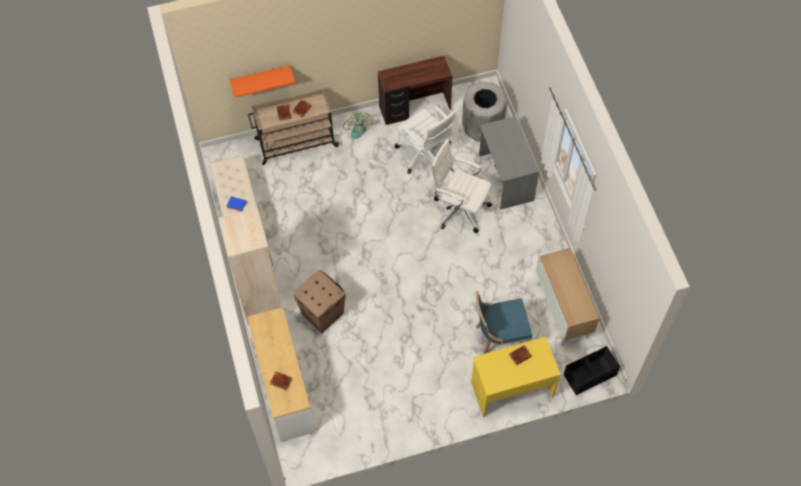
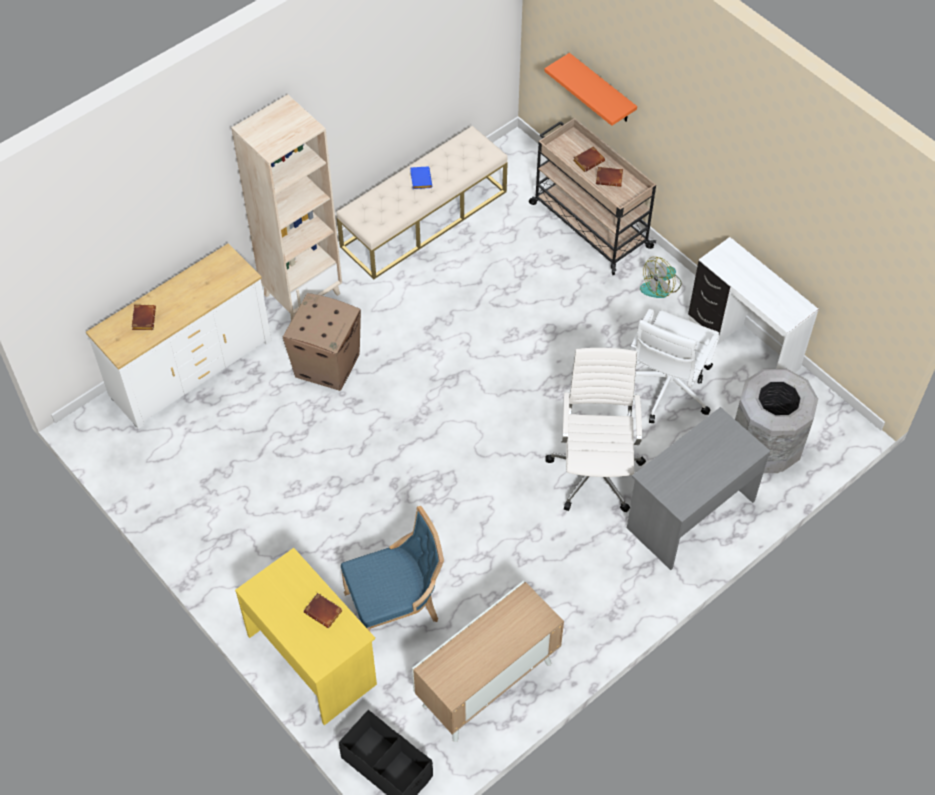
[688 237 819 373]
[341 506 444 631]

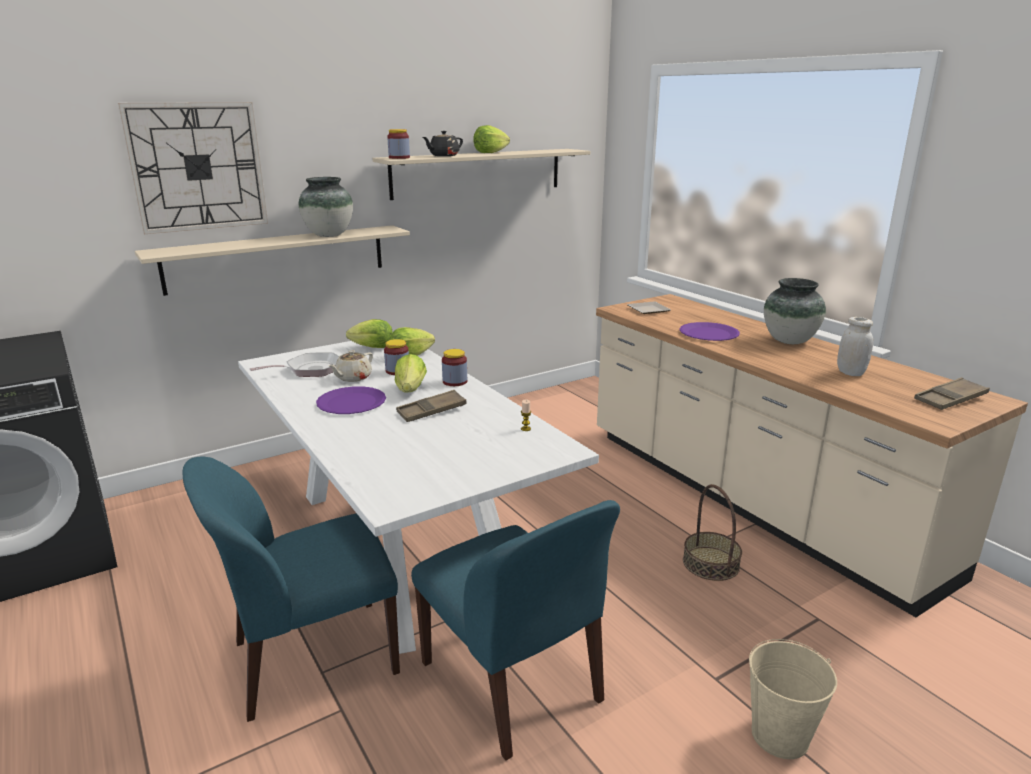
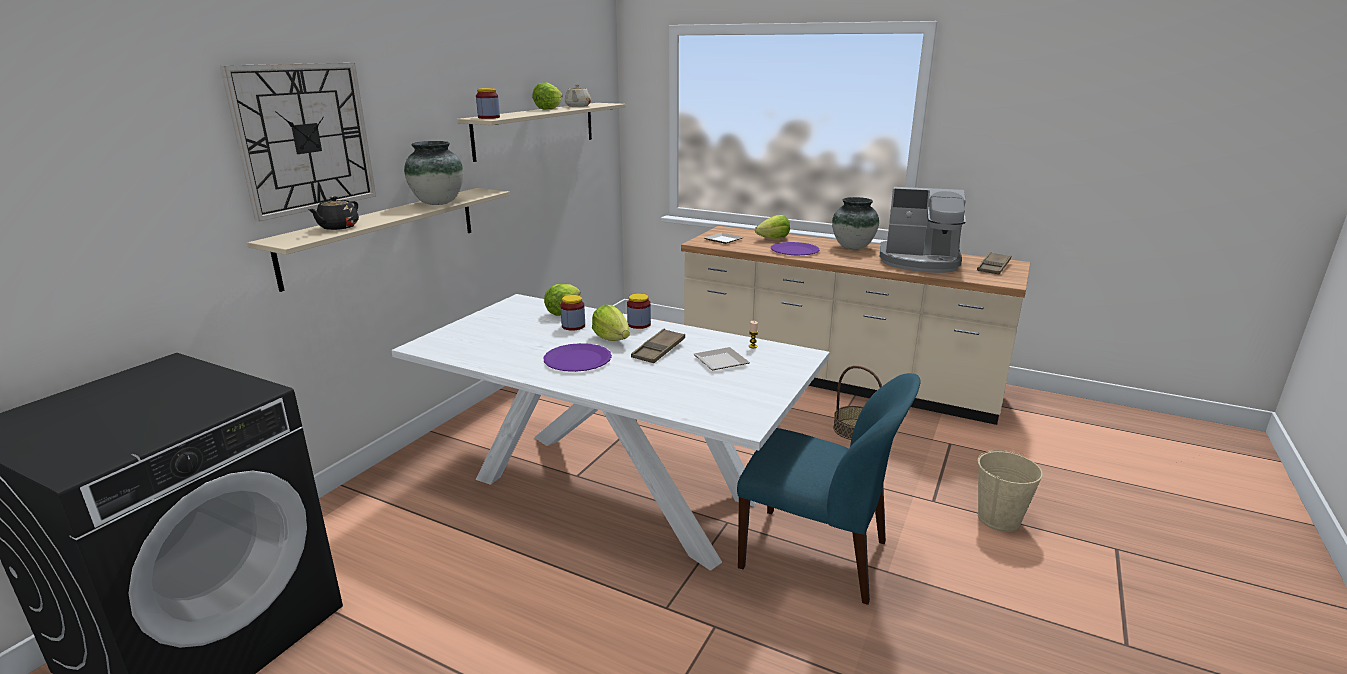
[183 456 400 722] (first image)
[250 352 339 377] (first image)
[565 84 591 107]
[755 215 790 239]
[308 196 359 230]
[880 187 966 273]
[694 347 750 370]

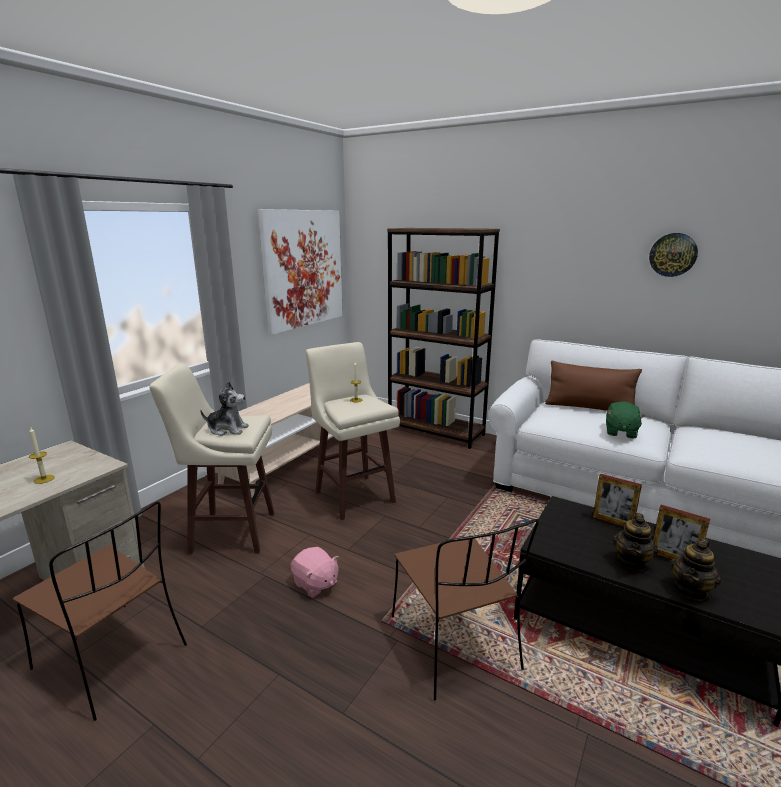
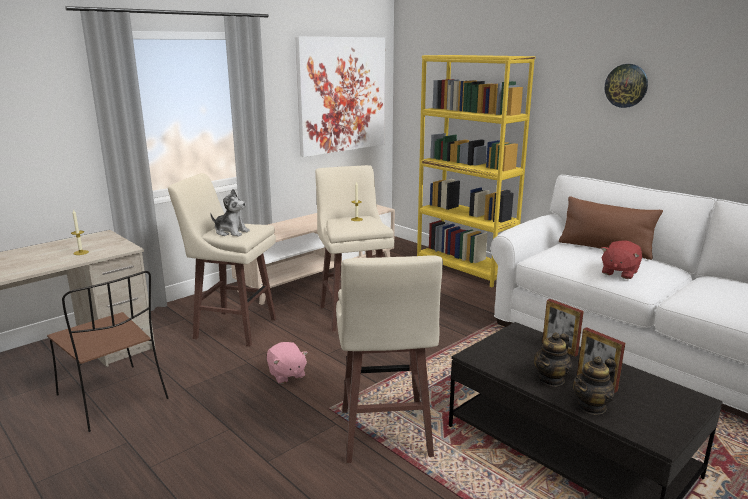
[417 55 536 287]
[336 255 443 463]
[601 241 642 279]
[605 64 648 108]

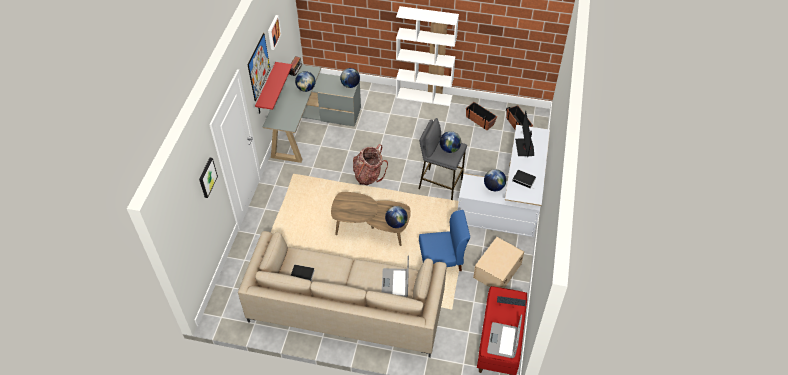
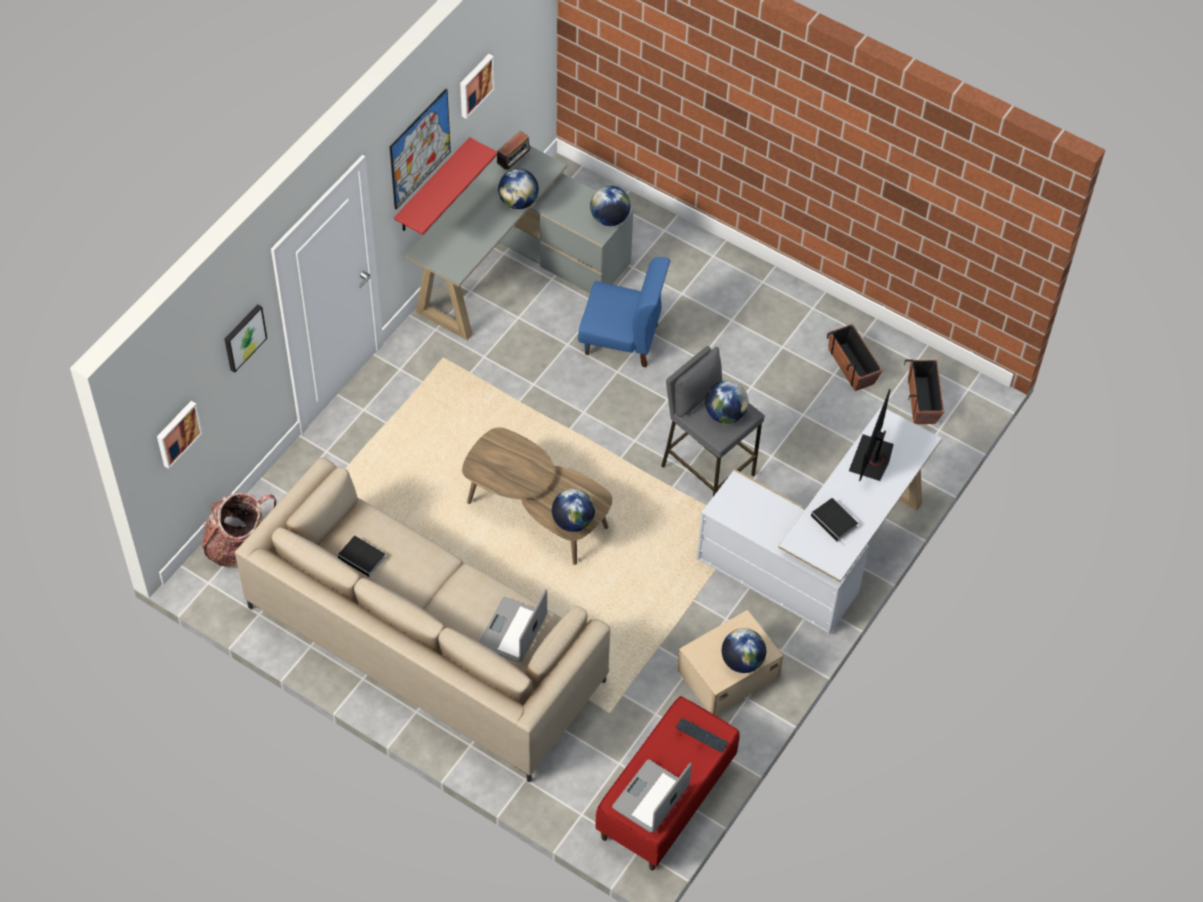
[201 493 276 567]
[396 6 459 106] (first image)
[578 257 670 367]
[722 628 766 673]
[157 401 203 469]

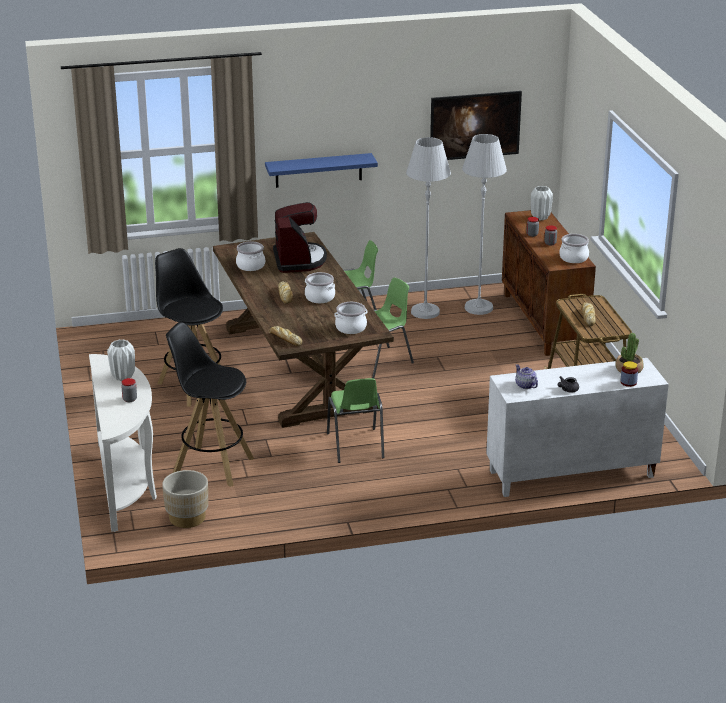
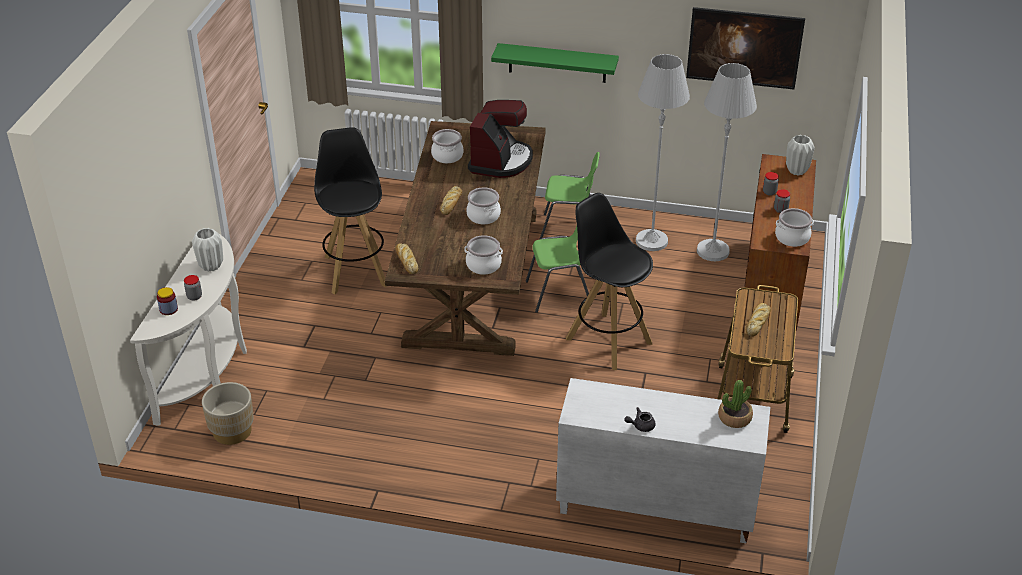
[566 193 653 370]
[491 43 619 83]
[327 378 384 463] (first image)
[515 364 538 389] (first image)
[157 287 178 315]

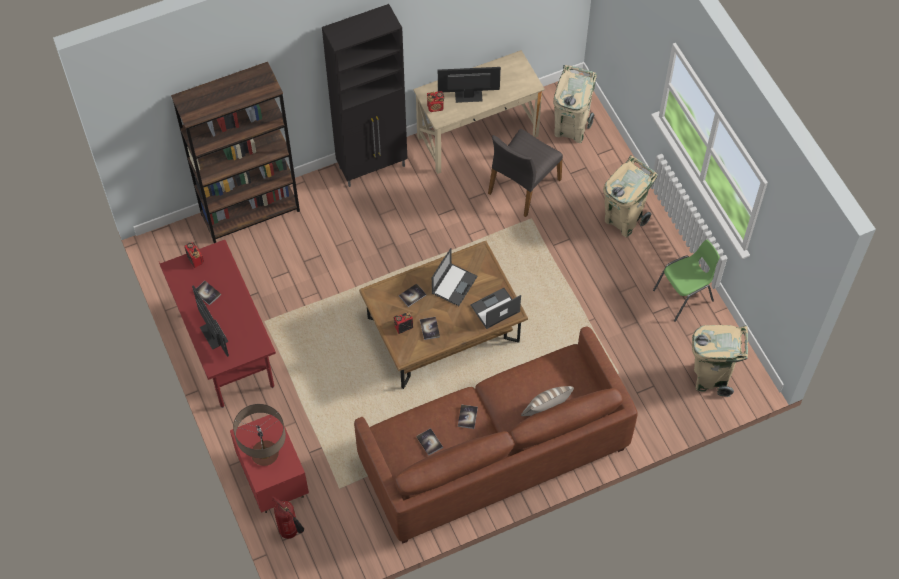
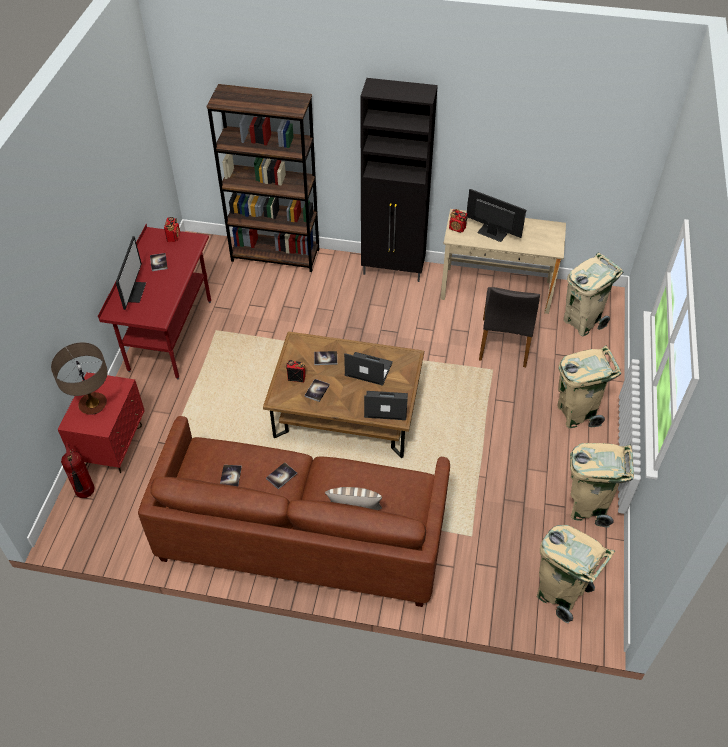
[344 352 393 386]
[479 287 540 367]
[570 443 634 528]

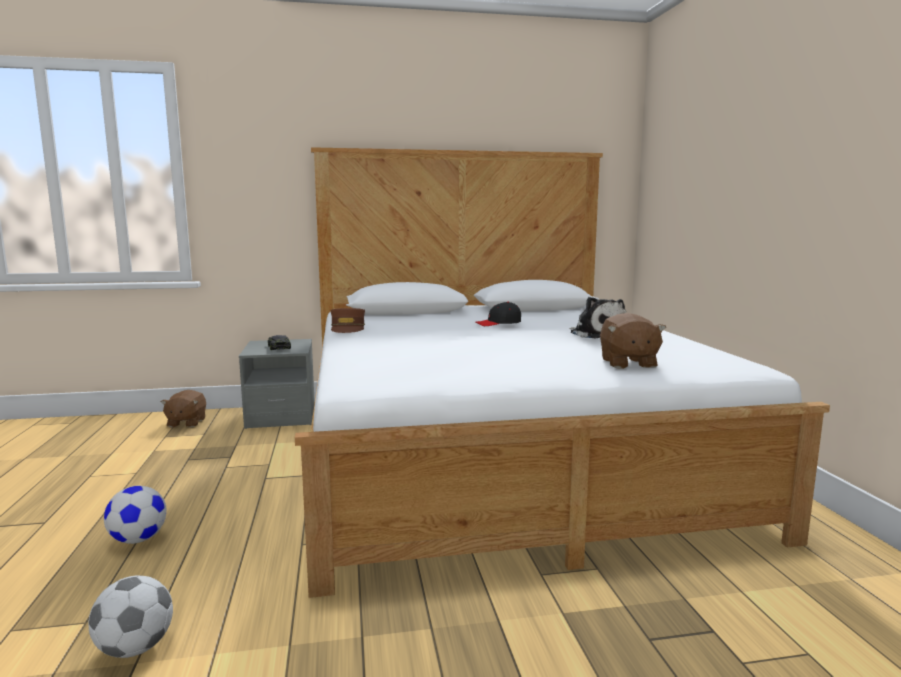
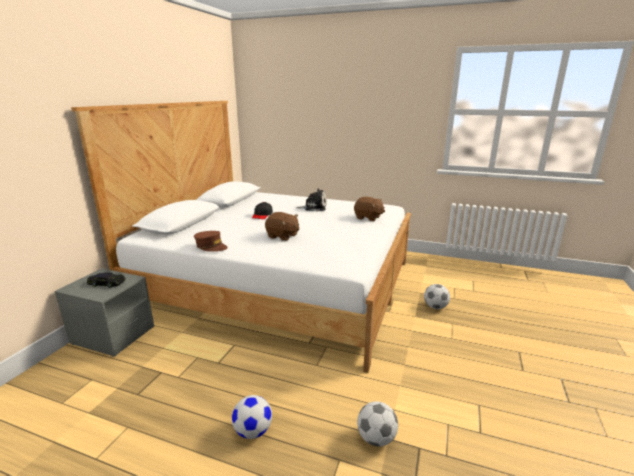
[265 212 299 241]
[424 284 450 309]

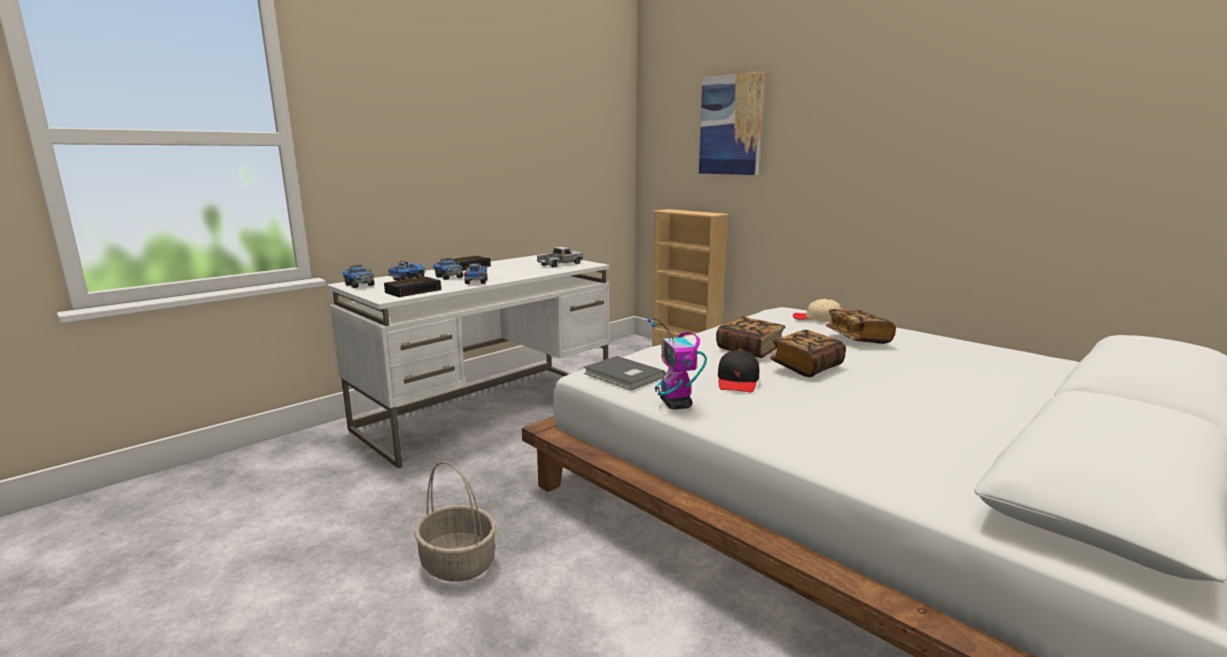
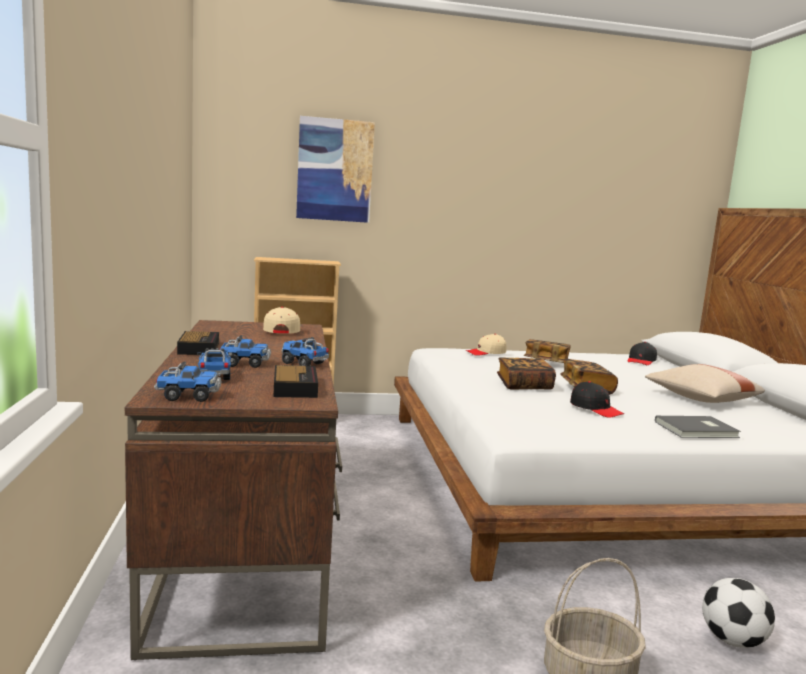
[125 320 342 660]
[263 307 300 334]
[655 416 741 438]
[647 318 707 409] (first image)
[627 342 657 365]
[645 364 765 403]
[702 578 775 648]

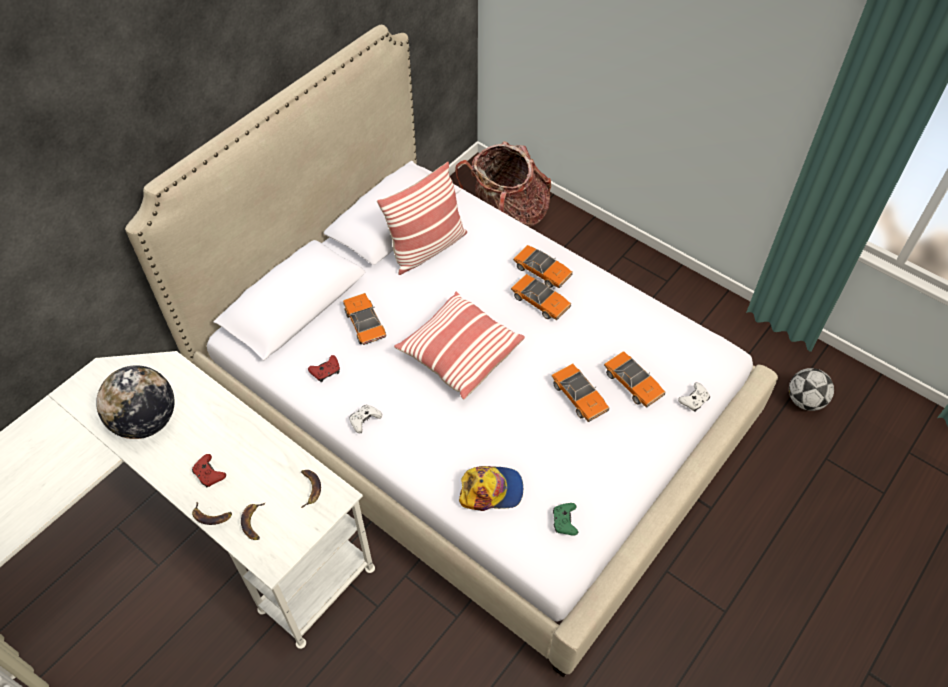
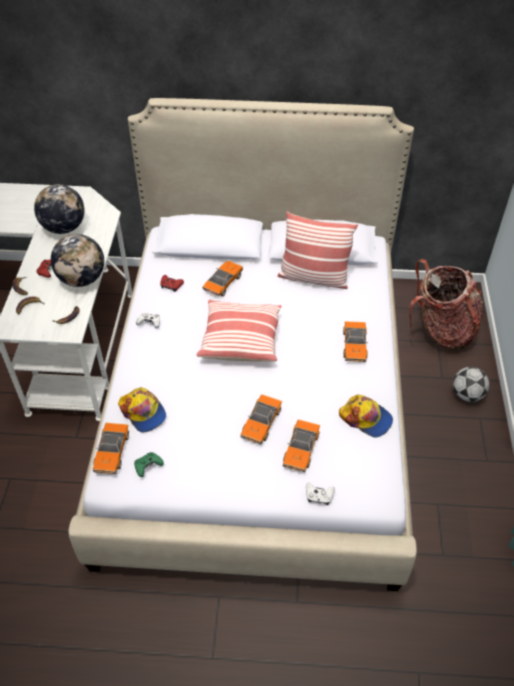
[93 423 129 474]
[453 367 489 402]
[51 234 104 287]
[339 394 393 438]

